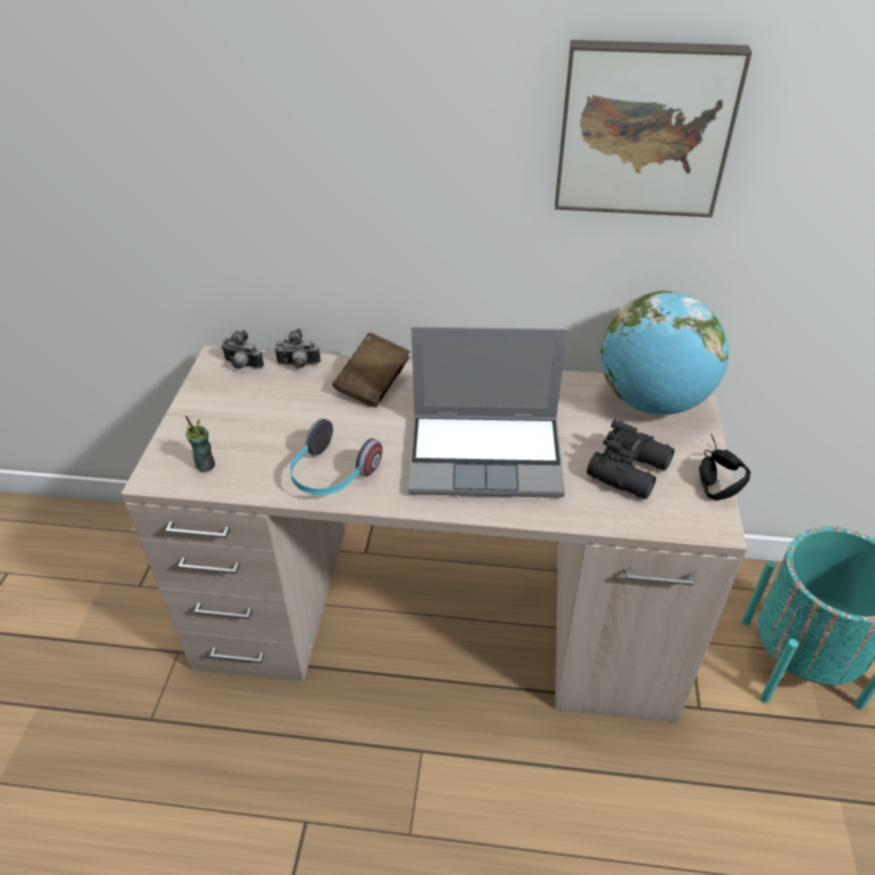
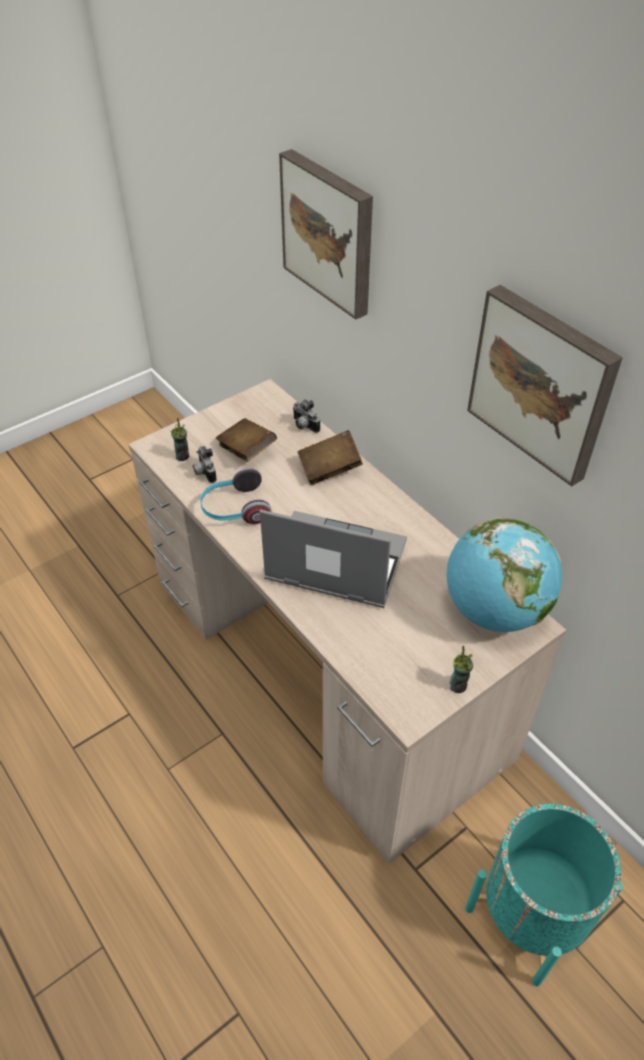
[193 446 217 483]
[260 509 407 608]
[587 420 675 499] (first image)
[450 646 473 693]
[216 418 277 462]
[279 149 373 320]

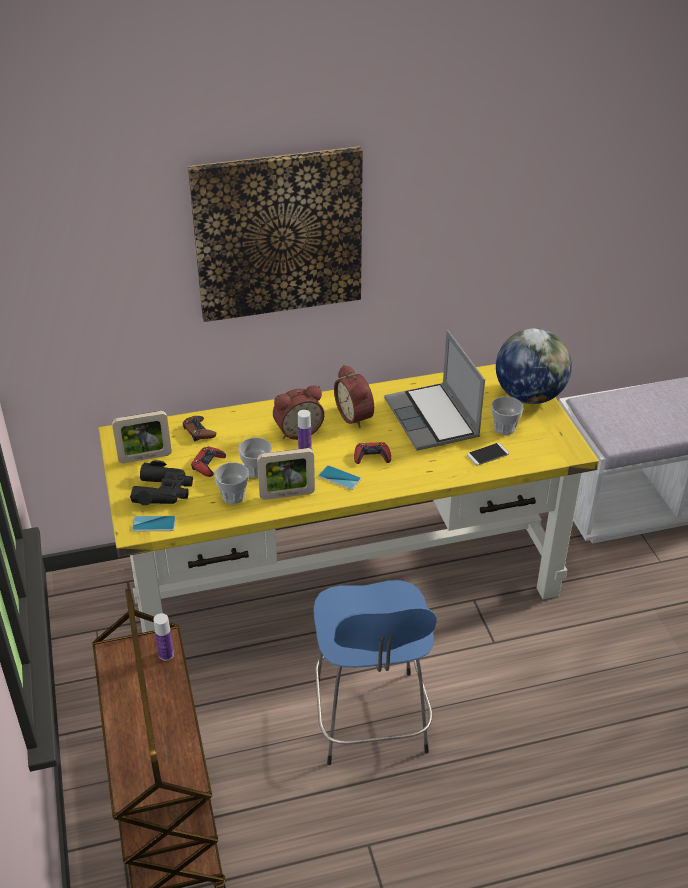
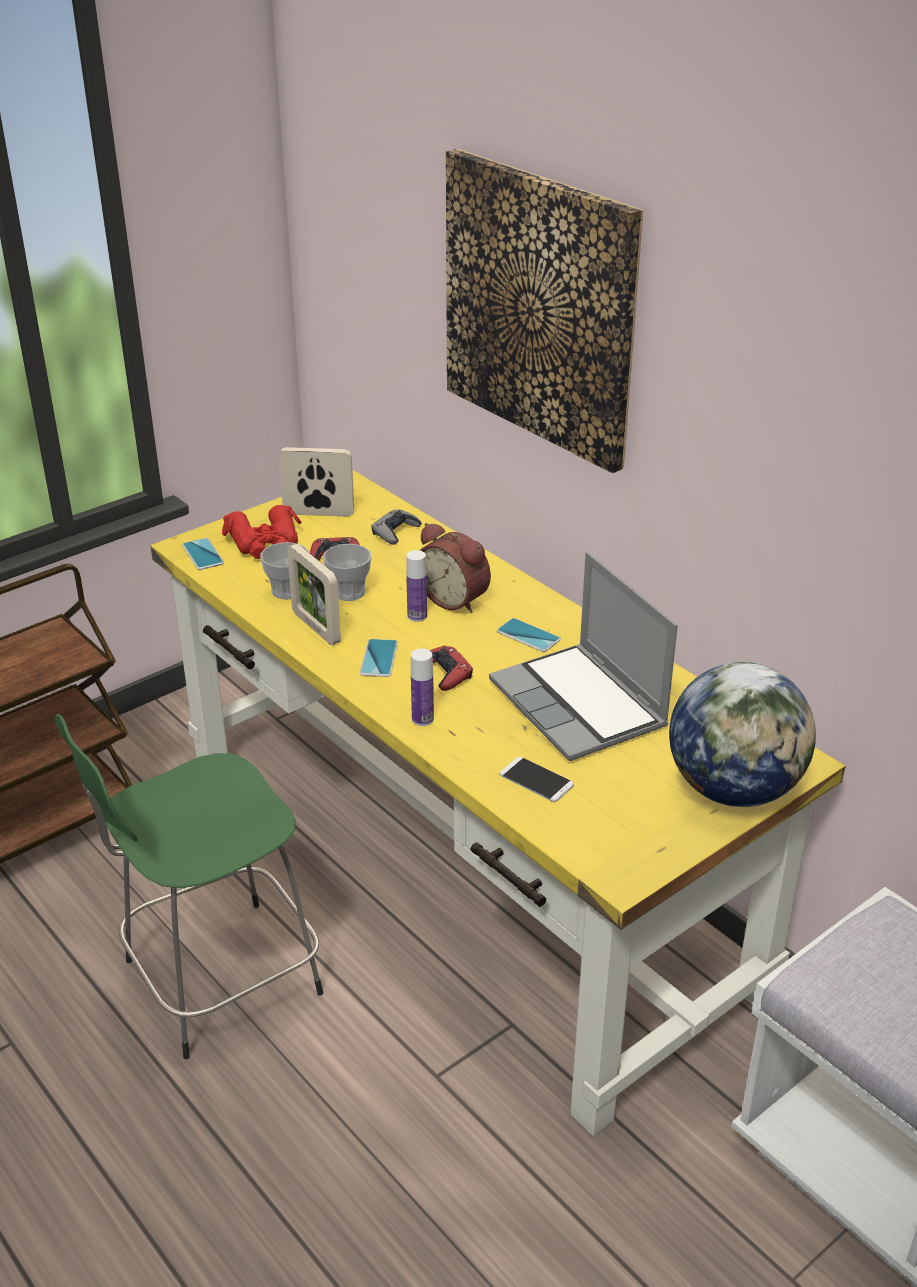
[279 447 354 517]
[222 505 302 559]
[411 649 434 726]
[371 509 421 545]
[55 714 323 1059]
[497 618 561 652]
[489 552 678 761]
[491 396 523 435] (first image)

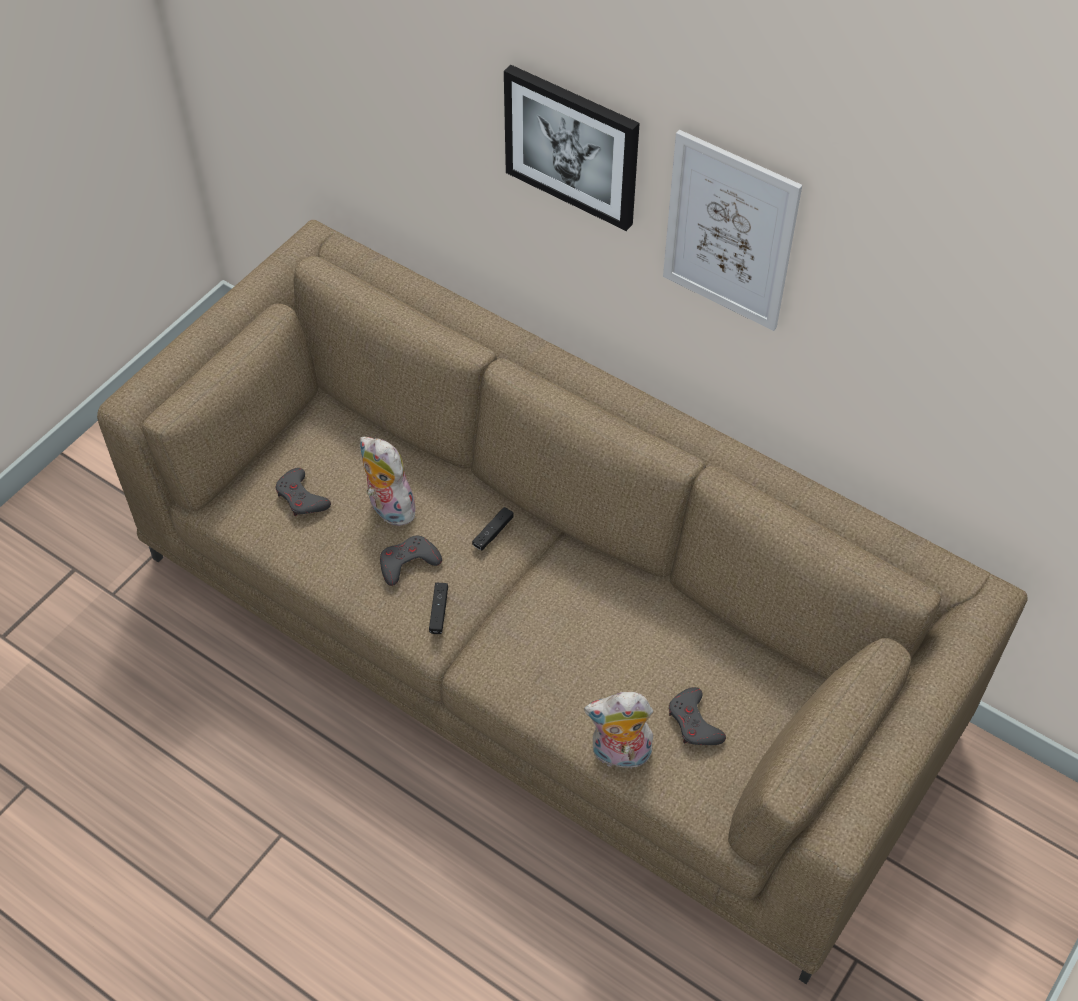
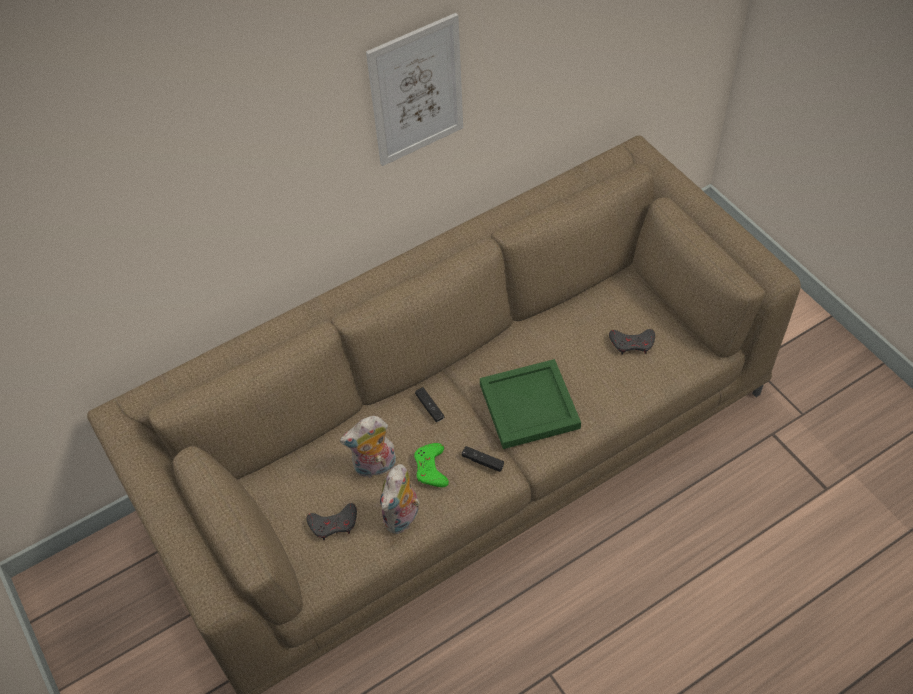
[414 443 449 487]
[504 65 640 231] (first image)
[380 464 420 534]
[480 359 581 449]

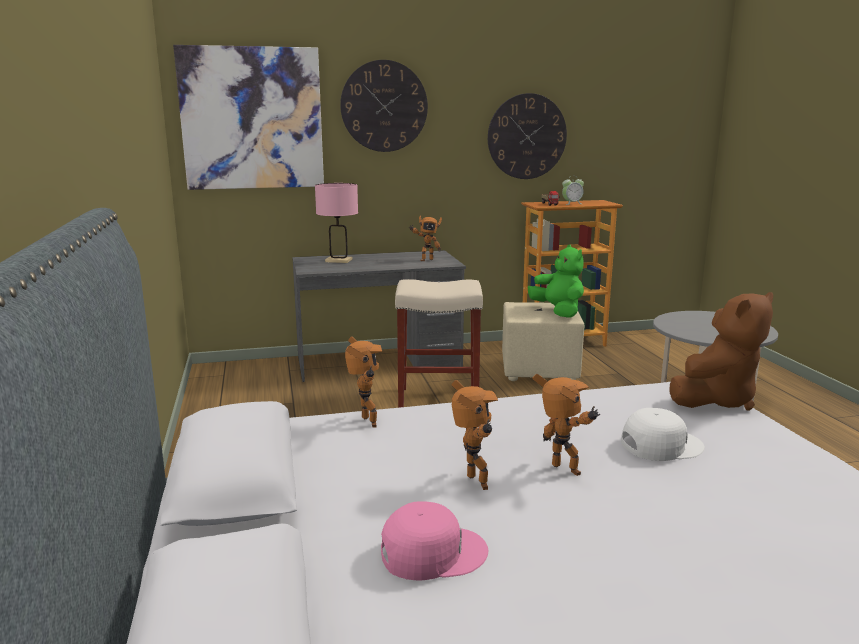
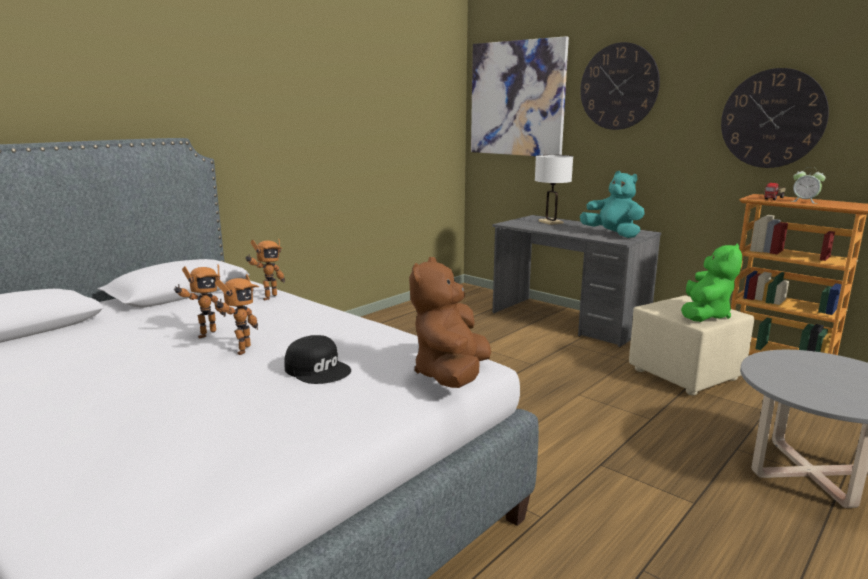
[535 155 573 225]
[381 501 488 581] (first image)
[395 279 483 408] (first image)
[580 171 645 238]
[284 335 351 384]
[409 257 491 388]

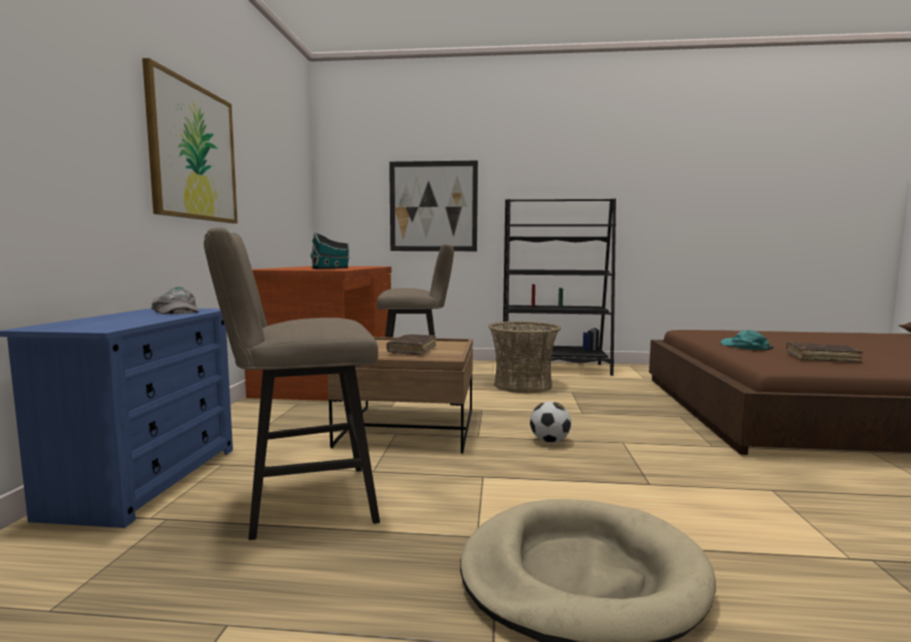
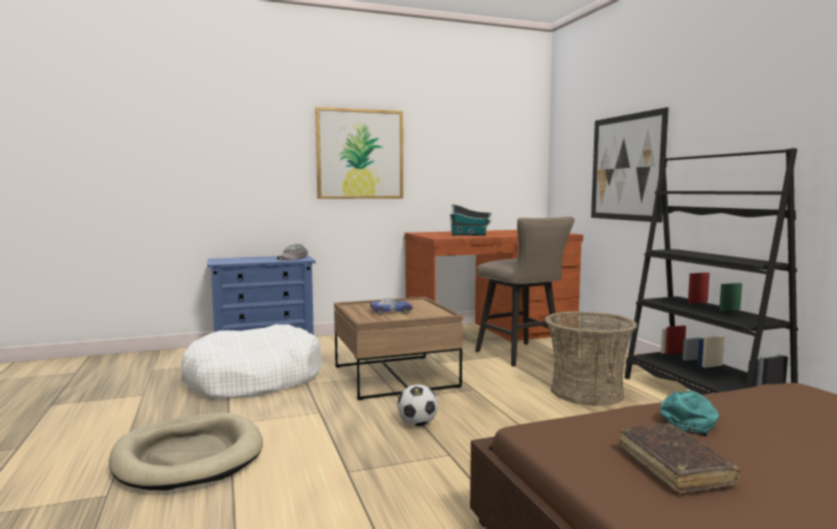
[181 324 322 399]
[370 298 413 315]

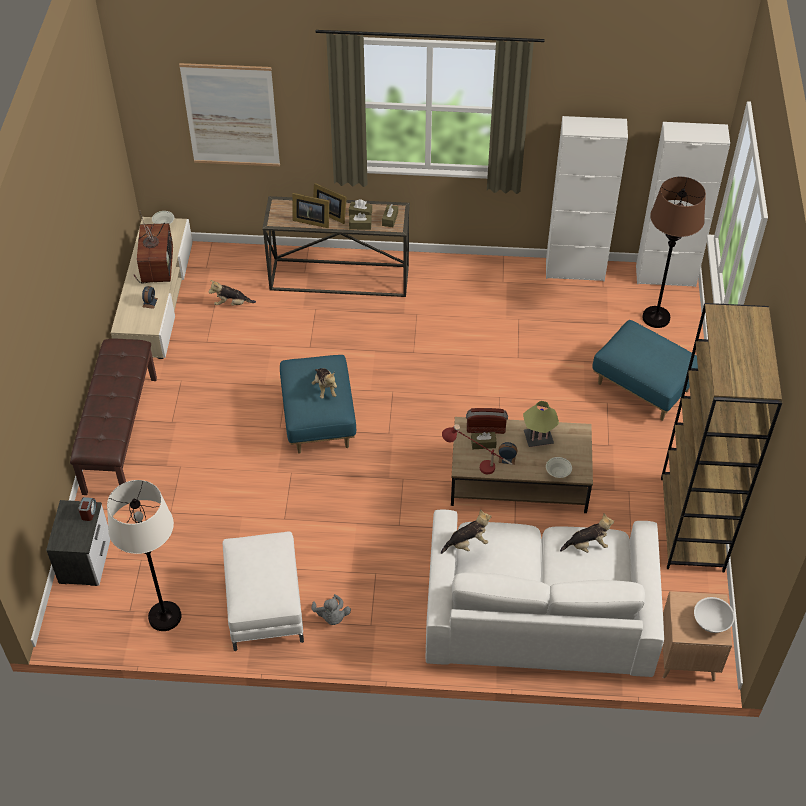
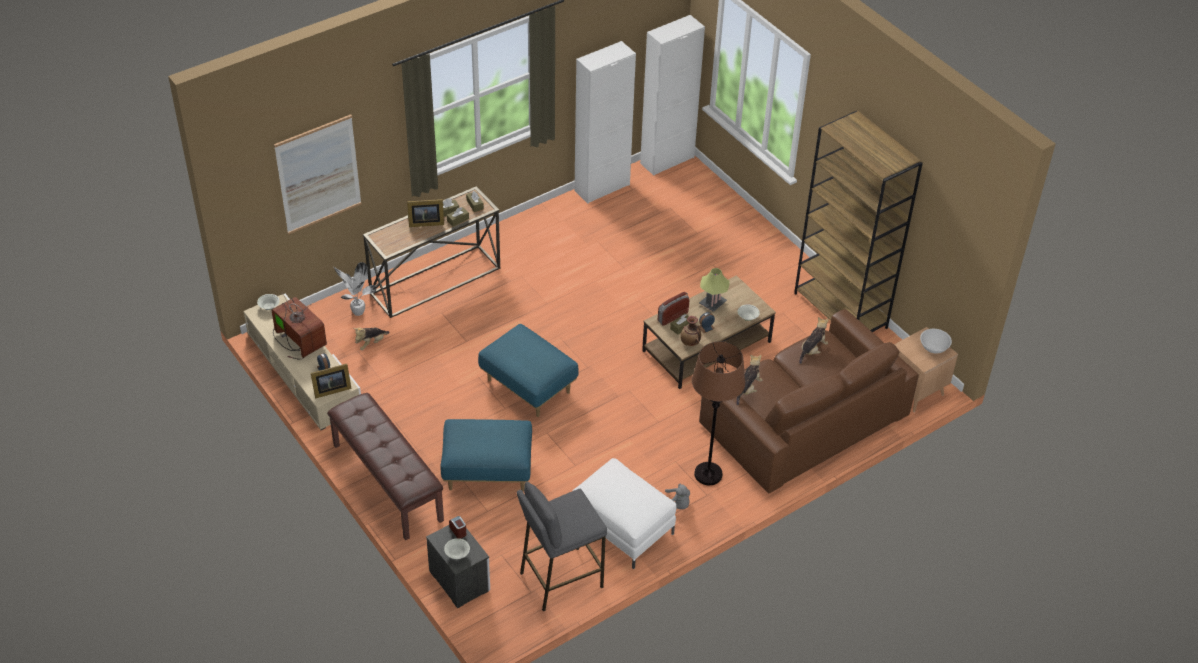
[517 482 607 611]
[311 364 351 398]
[312 368 337 399] (first image)
[699 309 919 493]
[680 316 701 346]
[440 419 532 491]
[692 341 745 485]
[334 262 376 316]
[444 538 470 559]

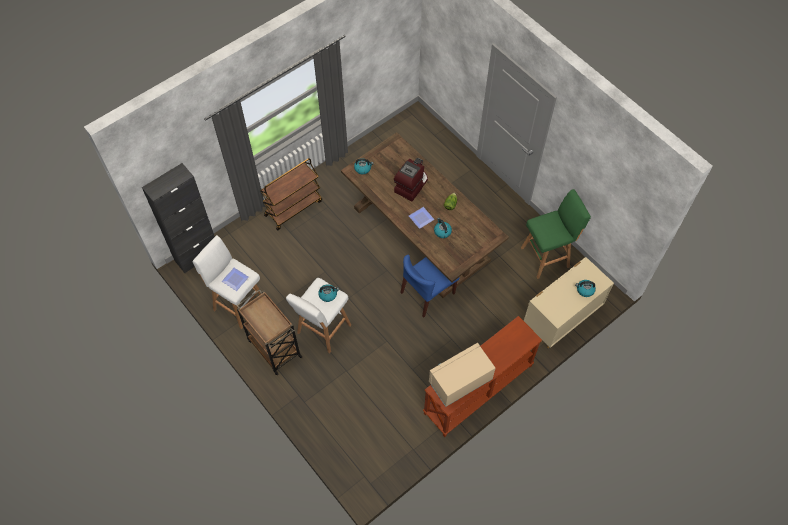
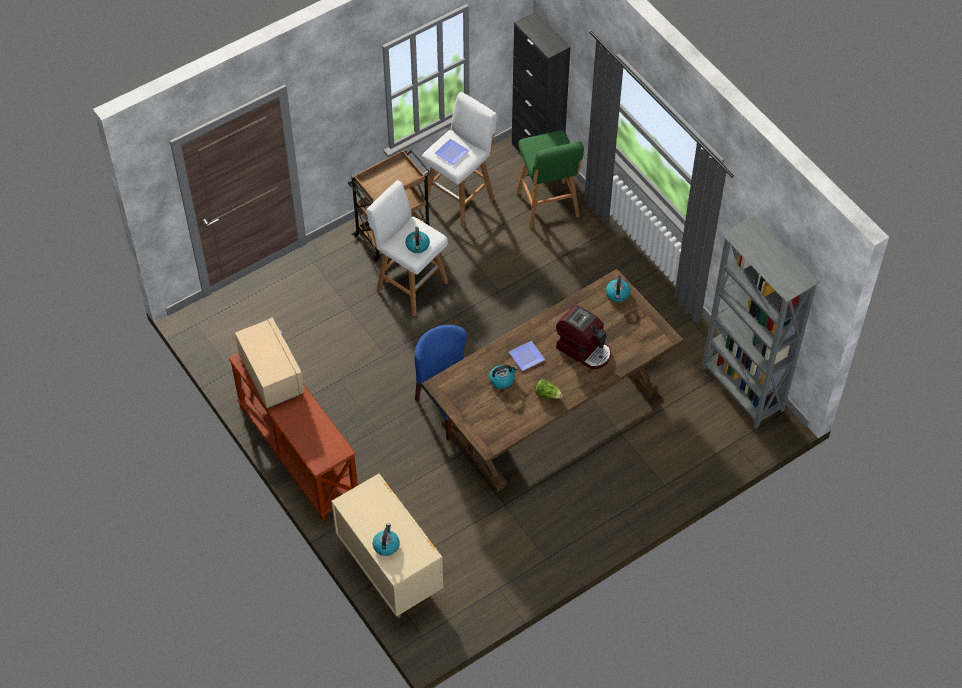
[260 158 322 230] (first image)
[516 130 584 228]
[702 215 820 428]

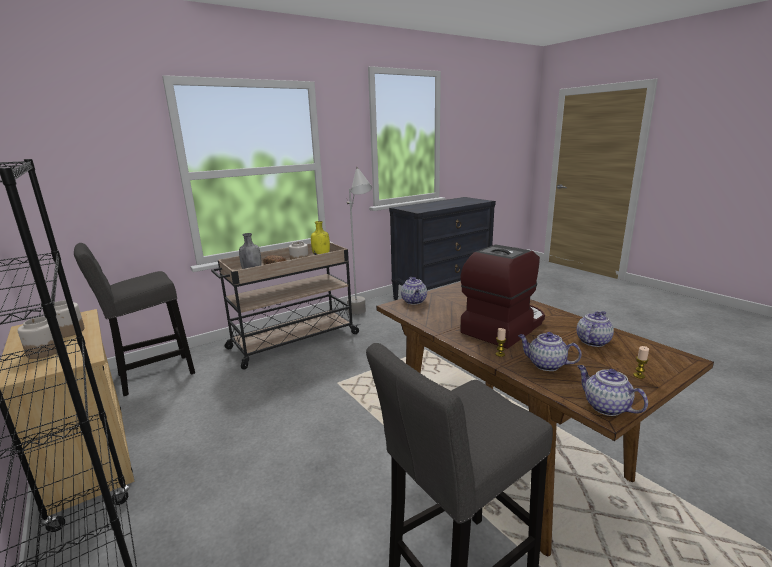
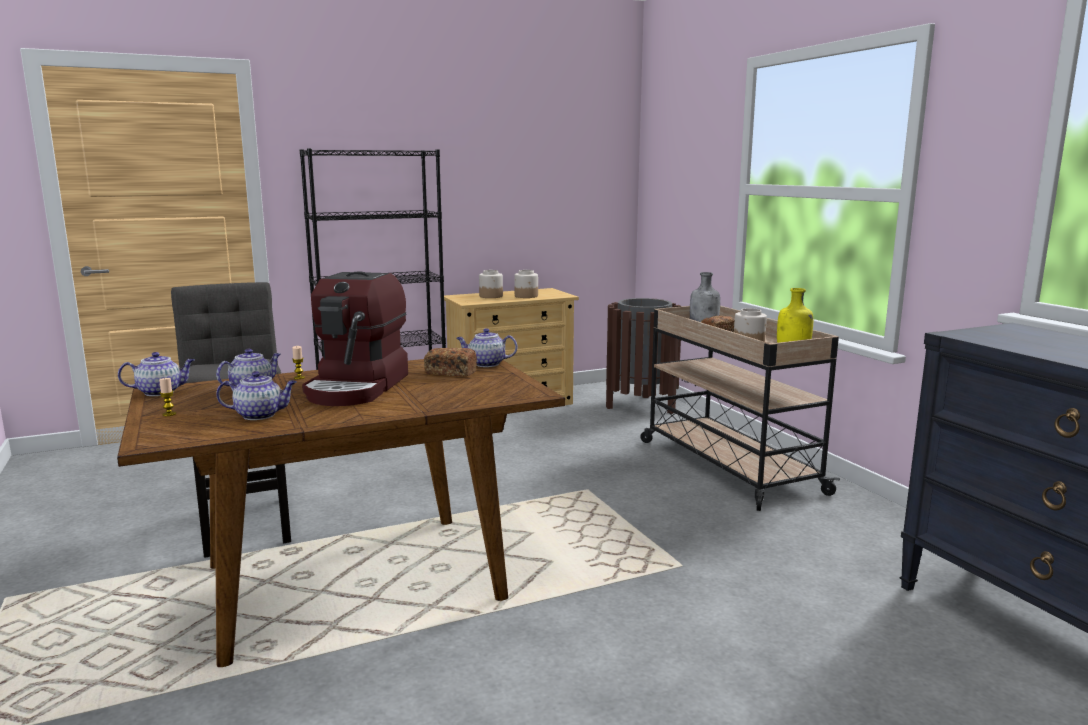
[606 298 681 414]
[347 167 372 315] (first image)
[302 271 408 406]
[216 371 297 420]
[424 348 477 376]

